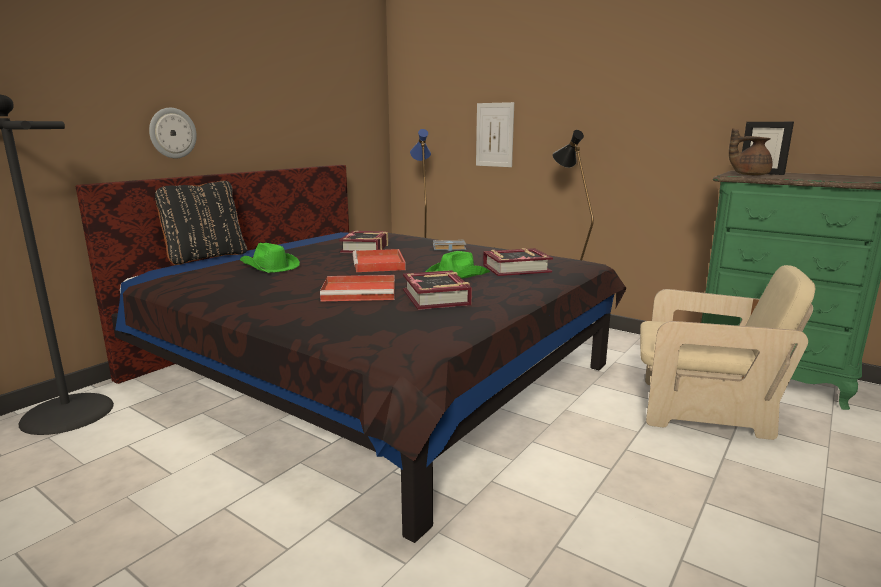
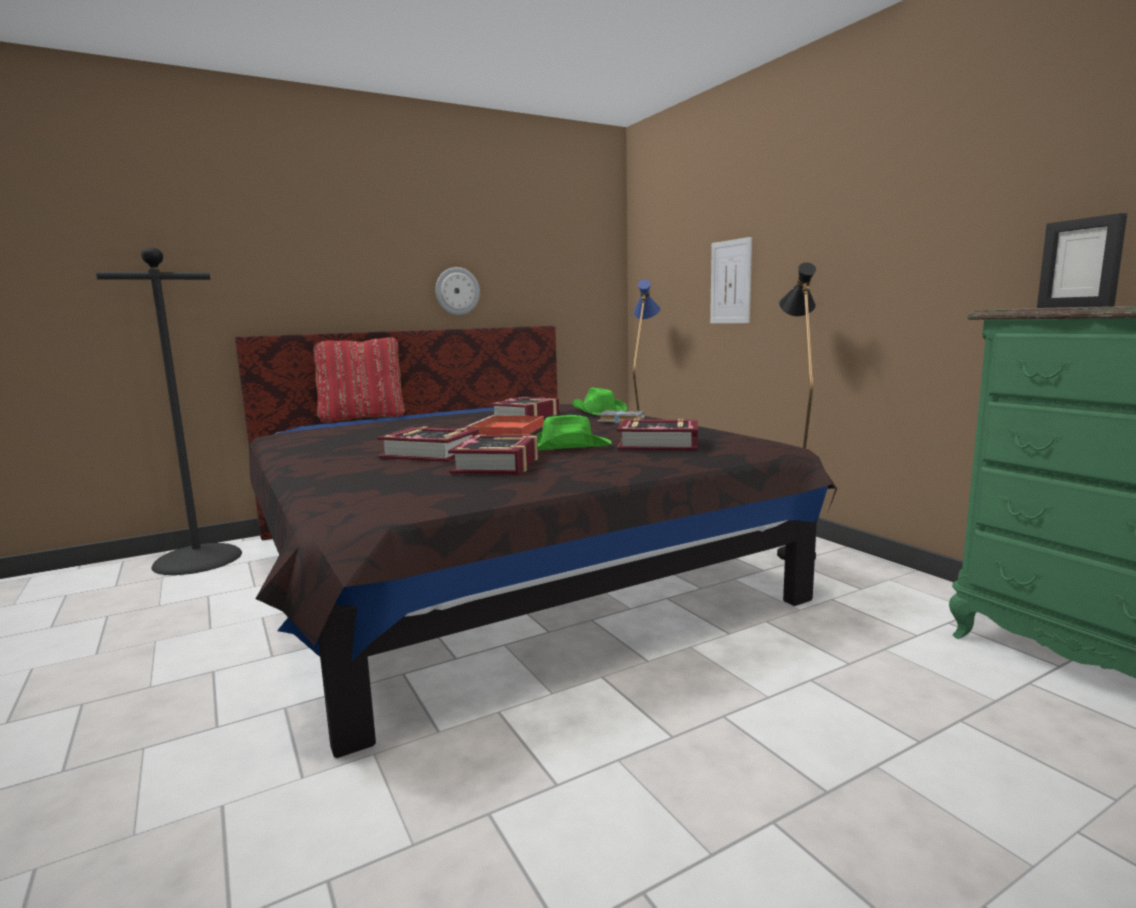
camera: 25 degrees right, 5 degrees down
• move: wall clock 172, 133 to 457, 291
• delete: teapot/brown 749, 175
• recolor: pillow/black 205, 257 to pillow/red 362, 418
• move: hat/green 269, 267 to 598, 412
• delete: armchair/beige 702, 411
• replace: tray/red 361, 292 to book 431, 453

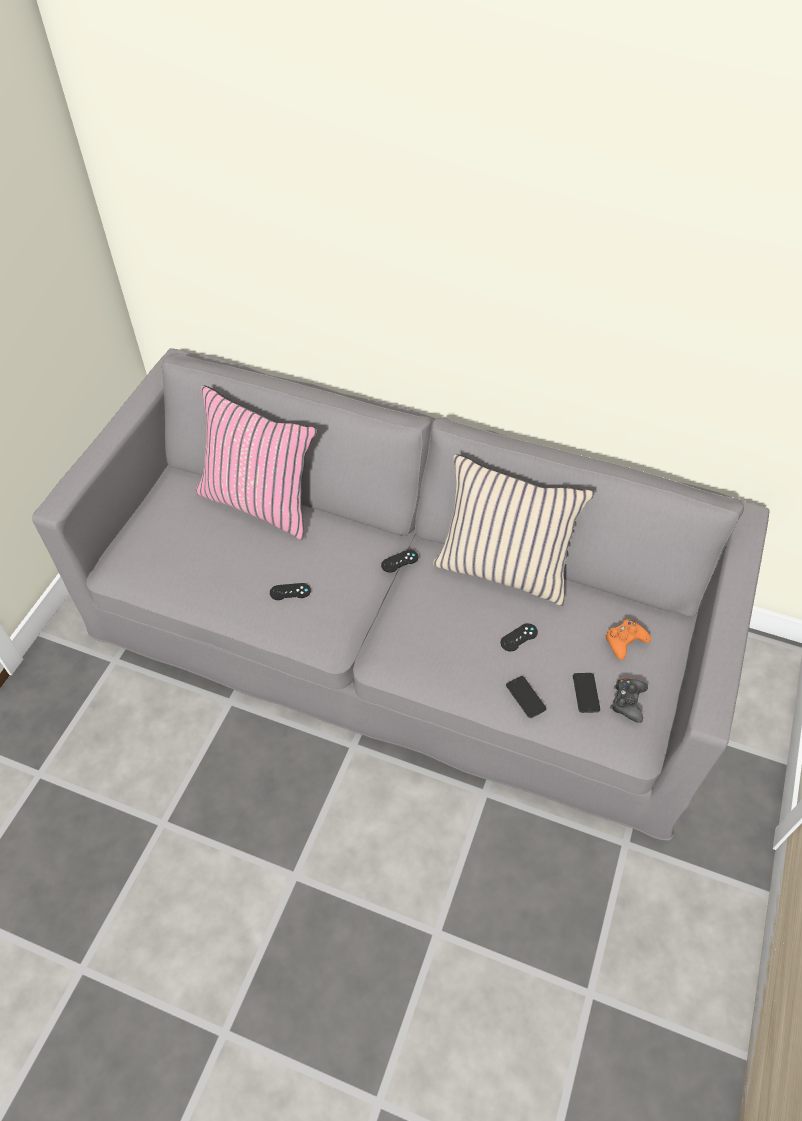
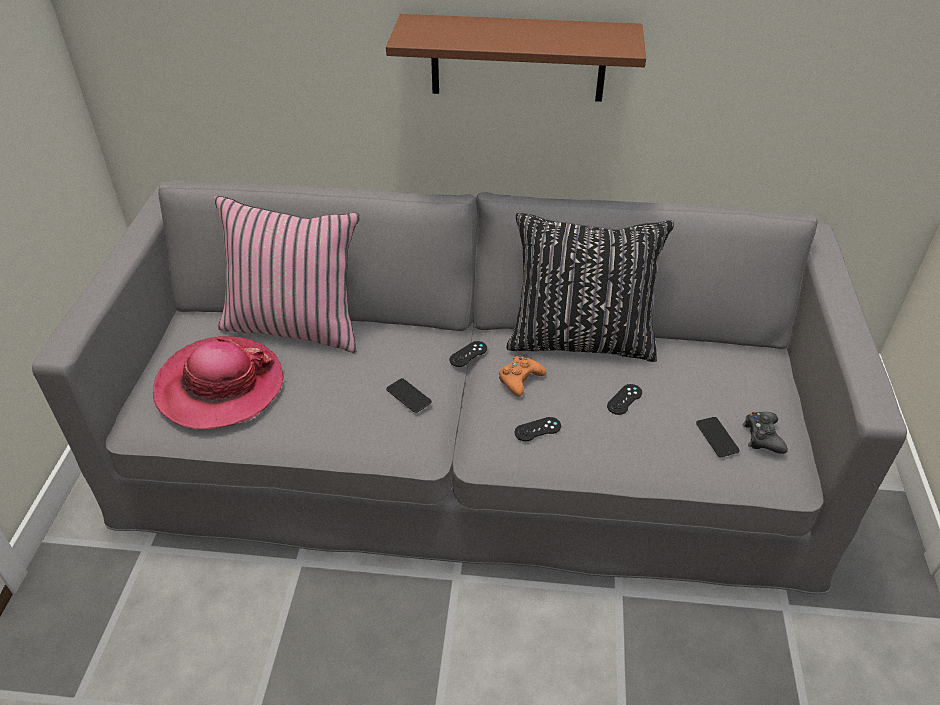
camera: 15 degrees left, 10 degrees down
• recolor: pillow/beige 503, 568 to pillow/black 581, 340
• move: game controller/black 290, 592 to 537, 429
• move: game controller/orange 624, 641 to 520, 379
• move: phone 525, 697 to 408, 396
• insert: shelf/brown 518, 58
• insert: hat 220, 386

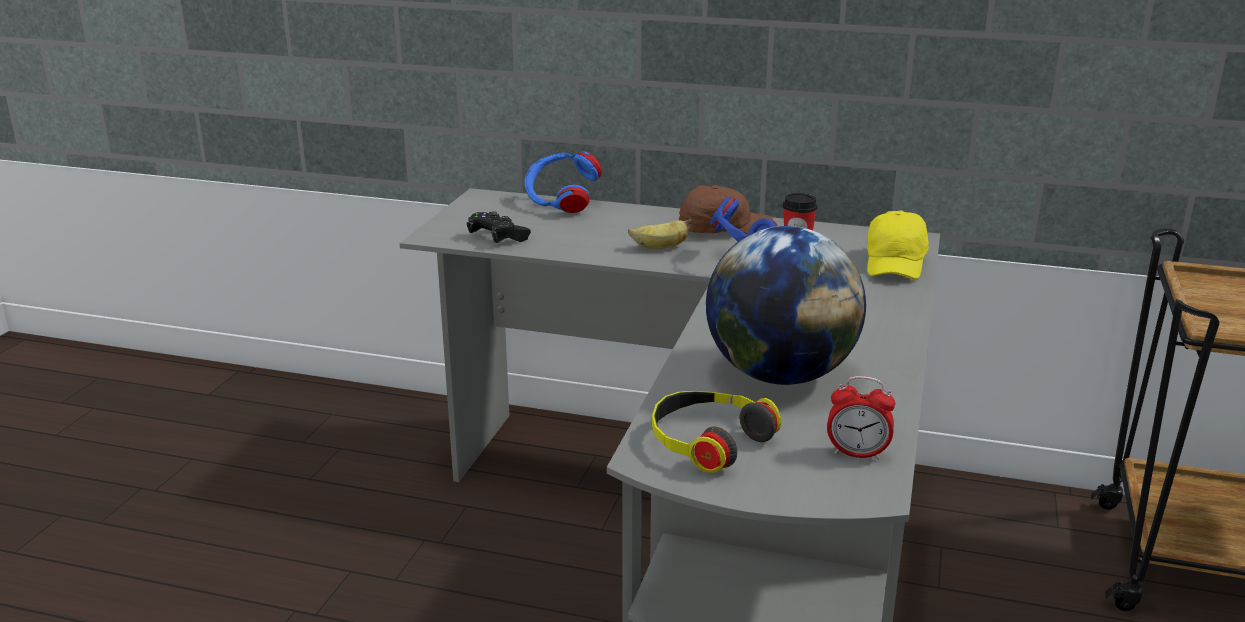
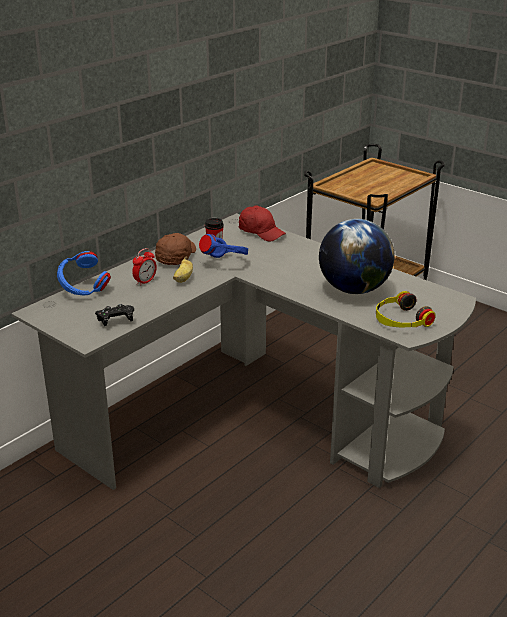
camera: 65 degrees left, 5 degrees up
• recolor: cap/yellow 895, 263 to cap/red 261, 232
• move: alarm clock 857, 453 to 145, 281

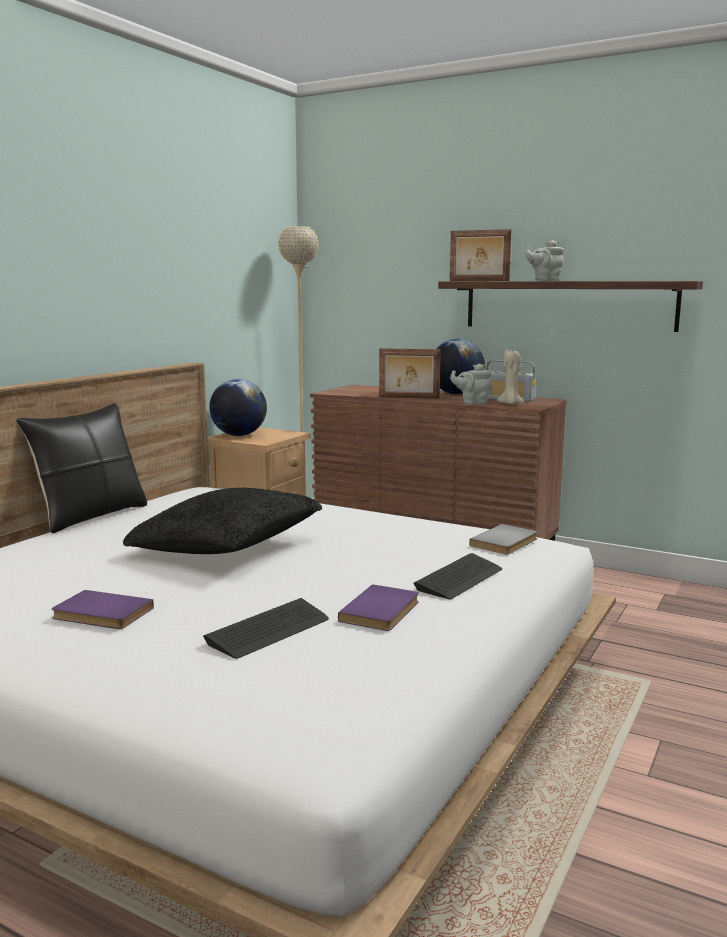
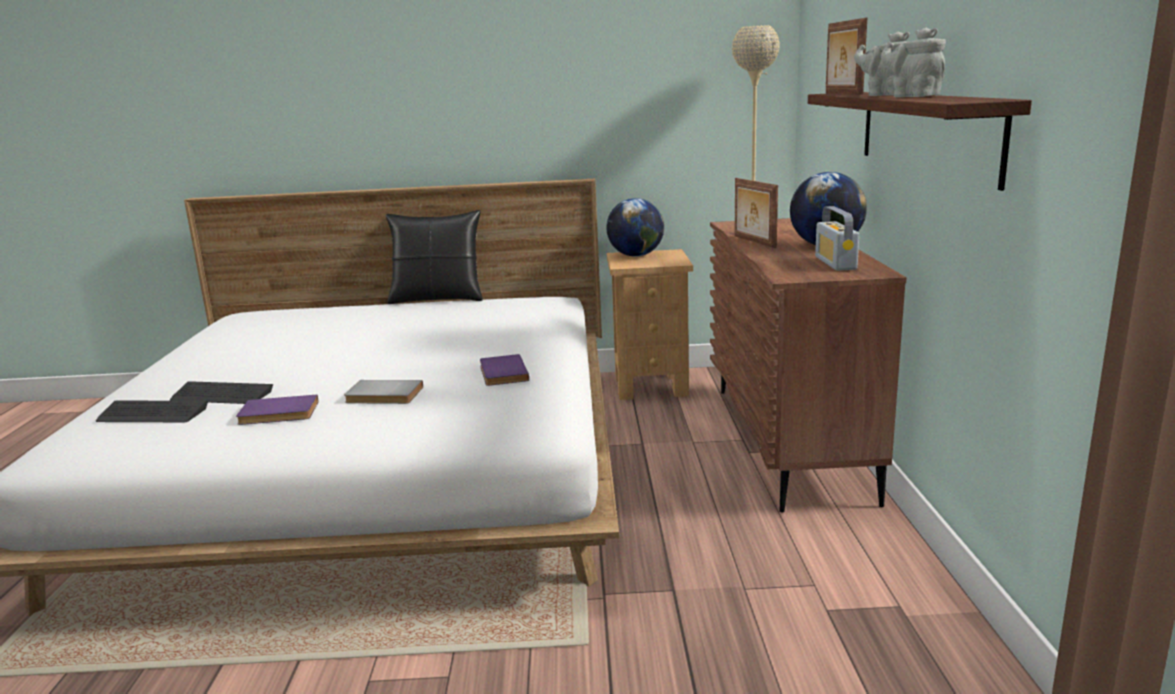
camera: 60 degrees right, 5 degrees up
• delete: candle/beige 510, 403
• move: teapot/grey 472, 403 to 912, 96
• delete: pillow/black 226, 547
• move: book/grey 506, 542 to 383, 396
• move: keyboard 459, 579 to 152, 414
• move: book/purple 101, 614 to 501, 373

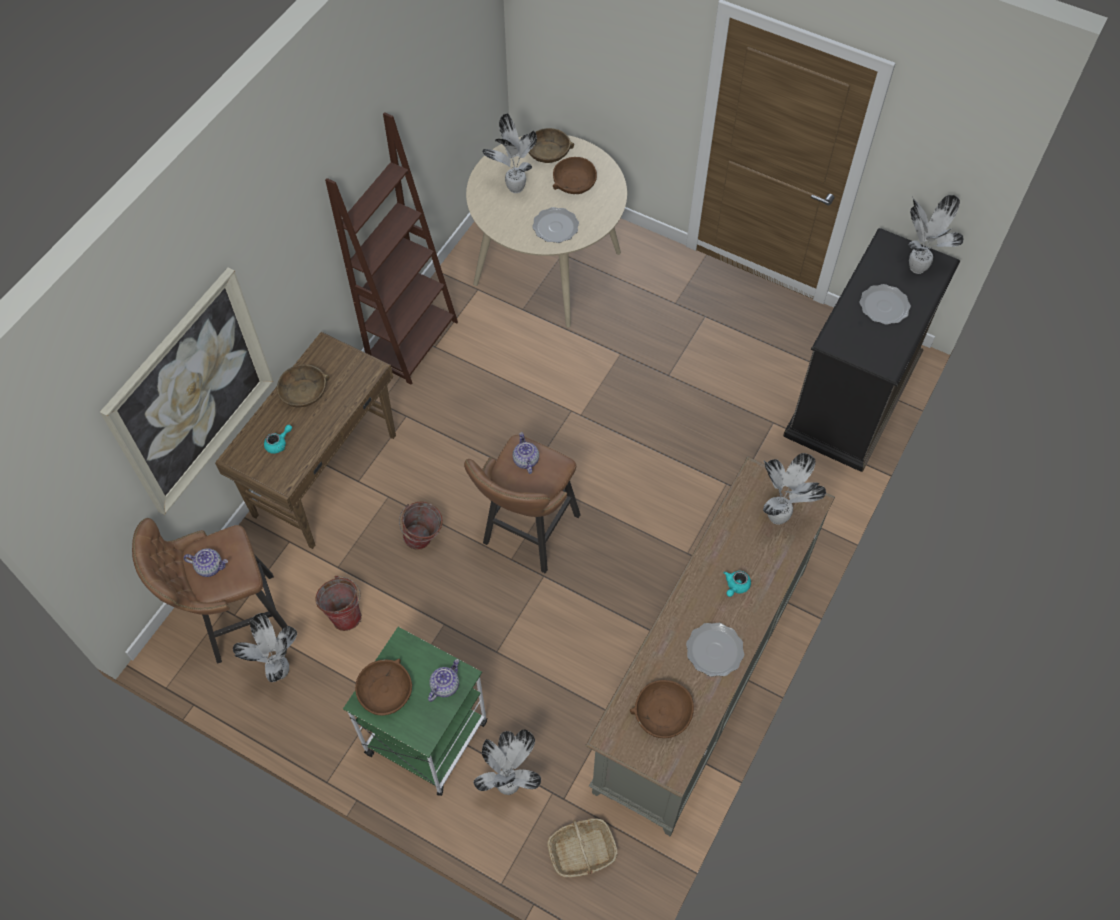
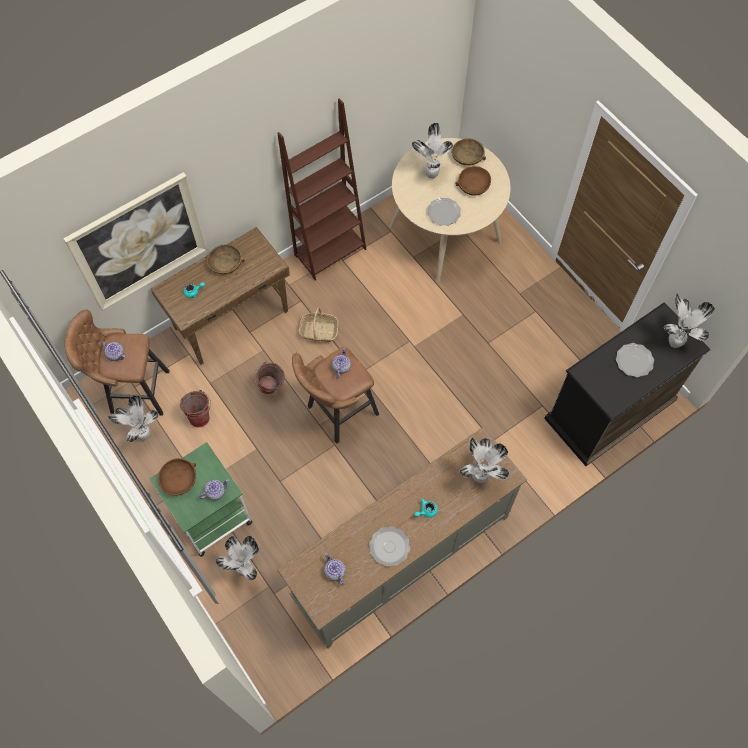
camera: 25 degrees right, 5 degrees up
• replace: bowl/brown 662, 713 to teapot 334, 572
• move: basket 581, 852 to 319, 331

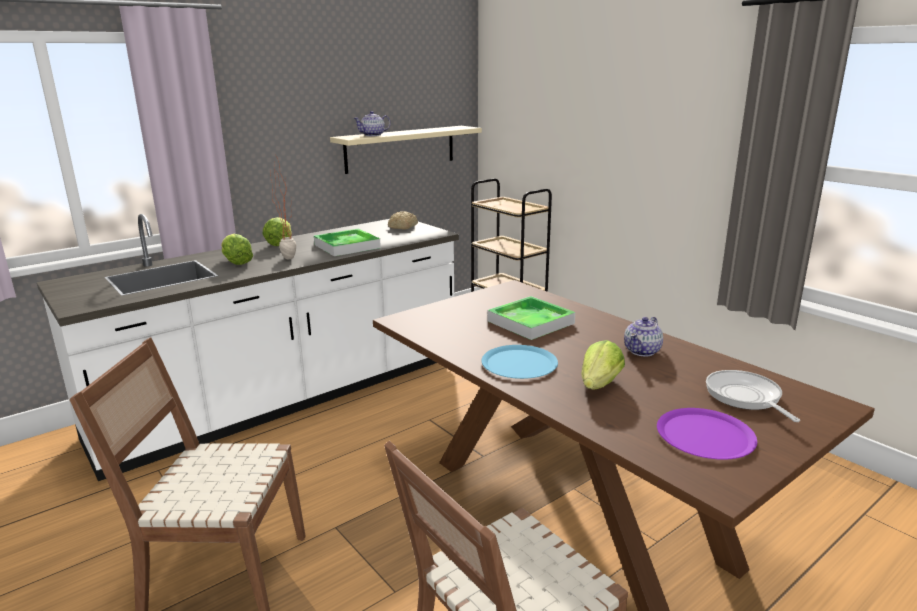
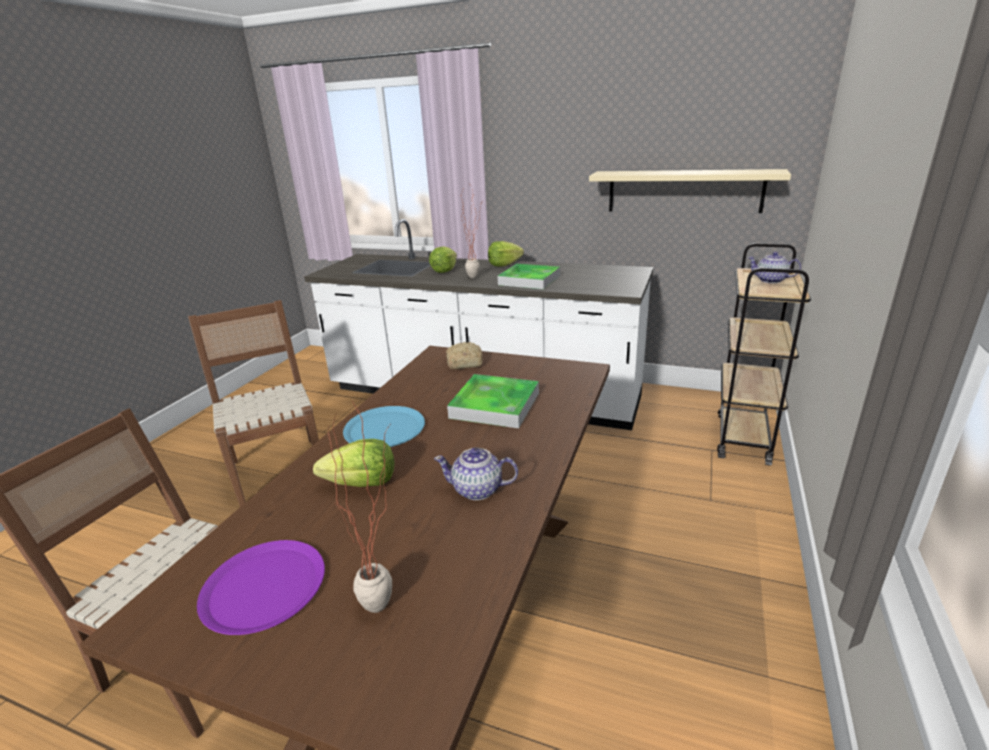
camera: 60 degrees right, 5 degrees up
• move: teapot 373, 135 to 771, 280
• move: bread 402, 227 to 463, 363
• replace: frying pan 745, 397 to potted plant 389, 604

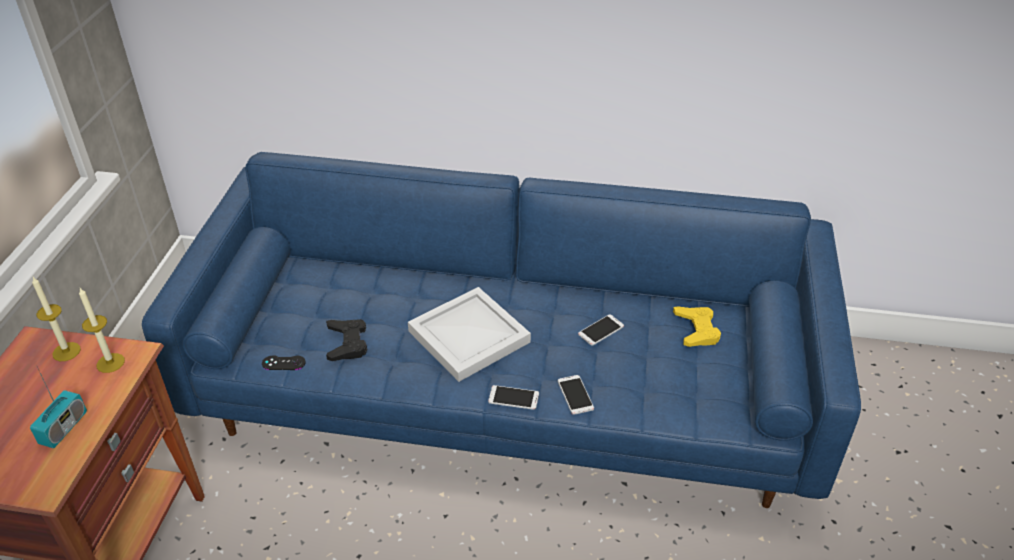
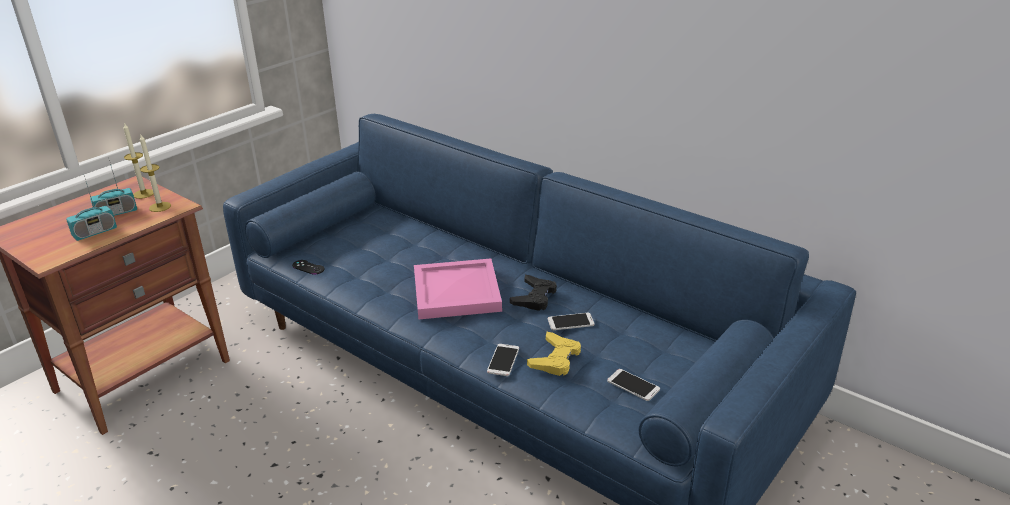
camera: 30 degrees right, 10 degrees down
• recolor: tray/white 469, 335 to tray/pink 457, 291
• move: game controller/yellow 696, 330 to 555, 359
• move: game controller/black 347, 343 to 534, 297
• move: phone 513, 398 to 633, 385
• insert: radio 116, 213

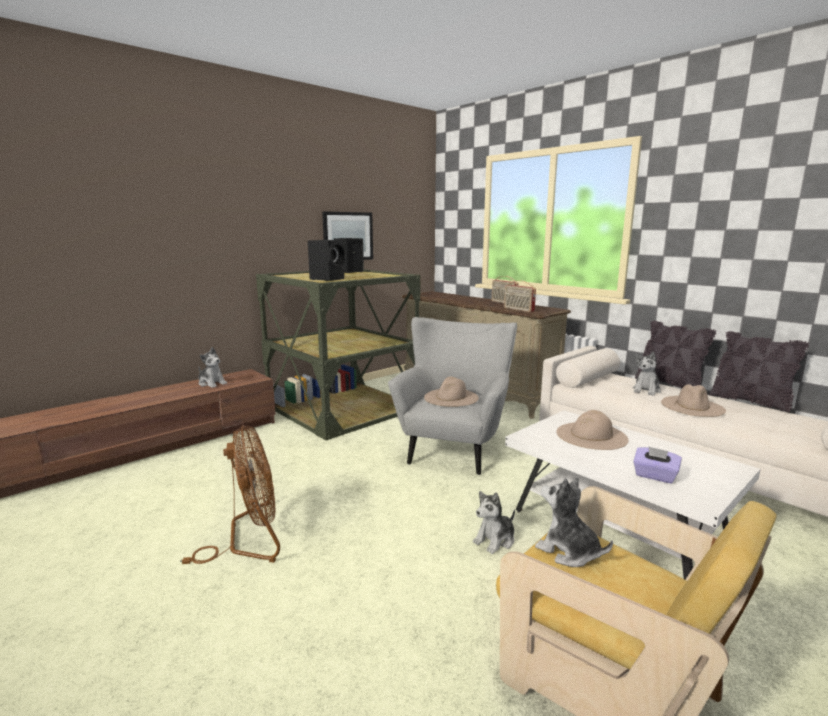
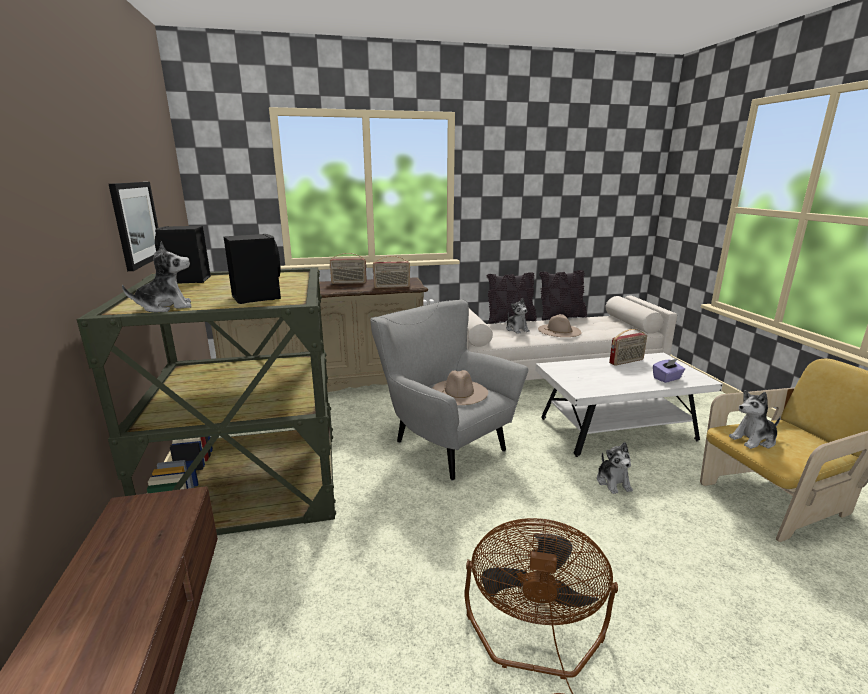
camera: 60 degrees left, 5 degrees up
• move: plush toy 212, 383 to 166, 307
• delete: hat/beige 591, 435
• insert: radio 626, 361

